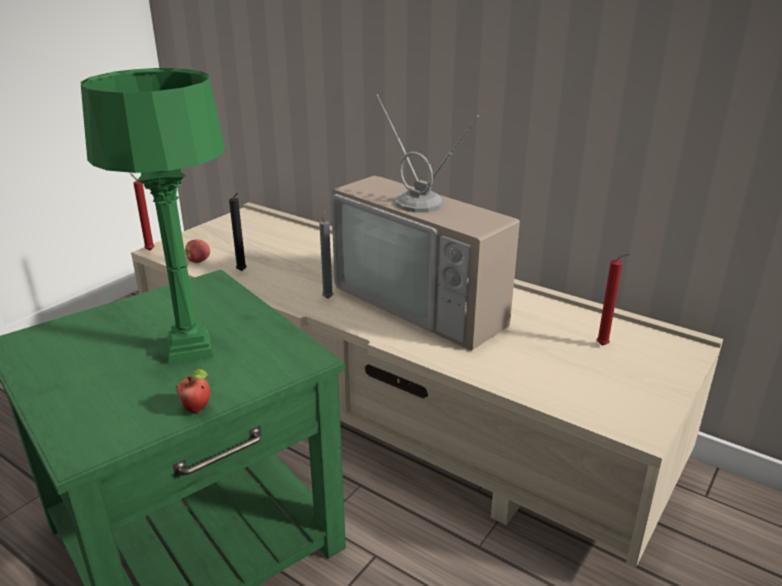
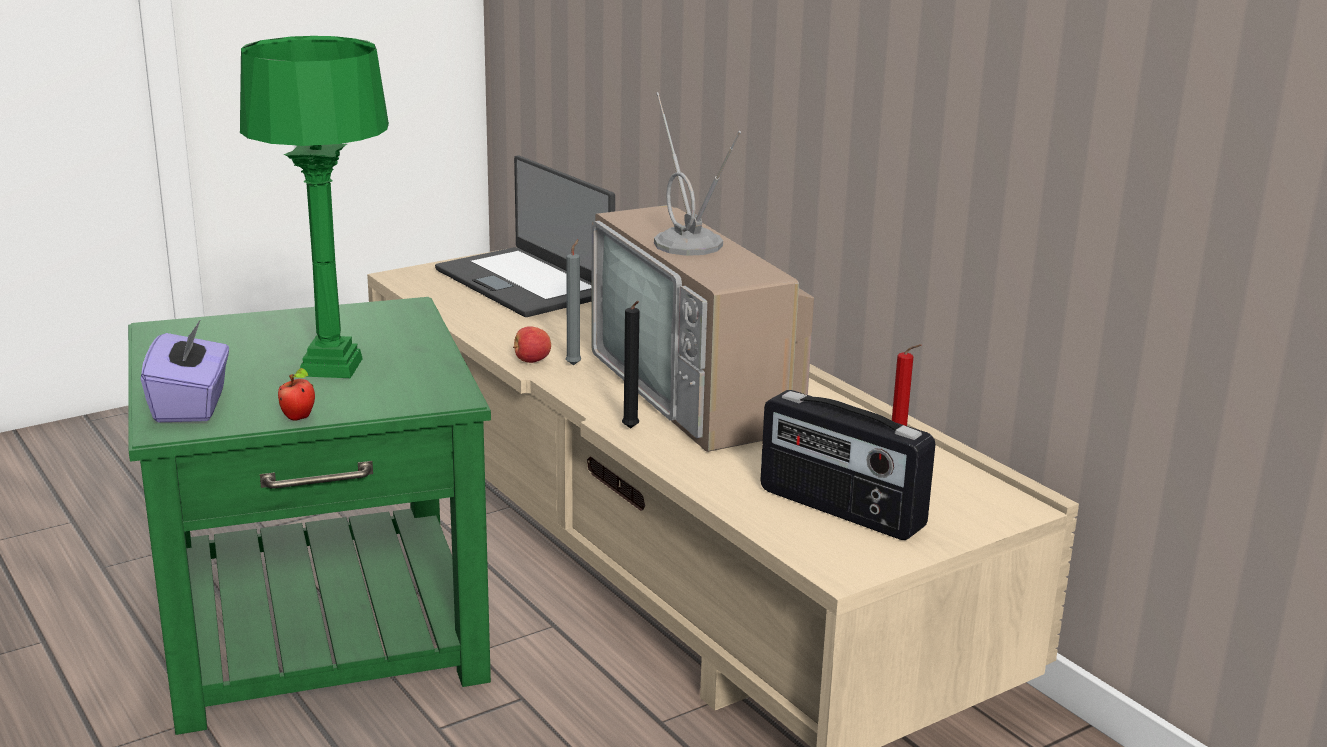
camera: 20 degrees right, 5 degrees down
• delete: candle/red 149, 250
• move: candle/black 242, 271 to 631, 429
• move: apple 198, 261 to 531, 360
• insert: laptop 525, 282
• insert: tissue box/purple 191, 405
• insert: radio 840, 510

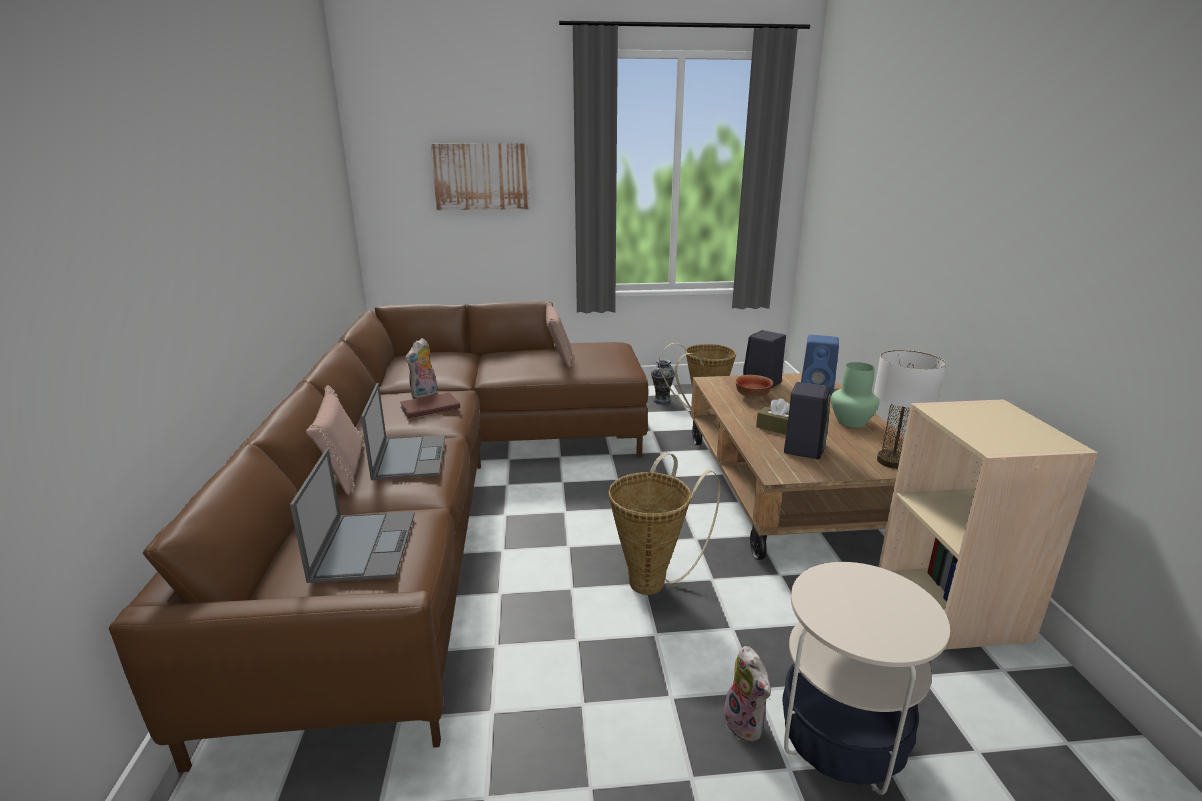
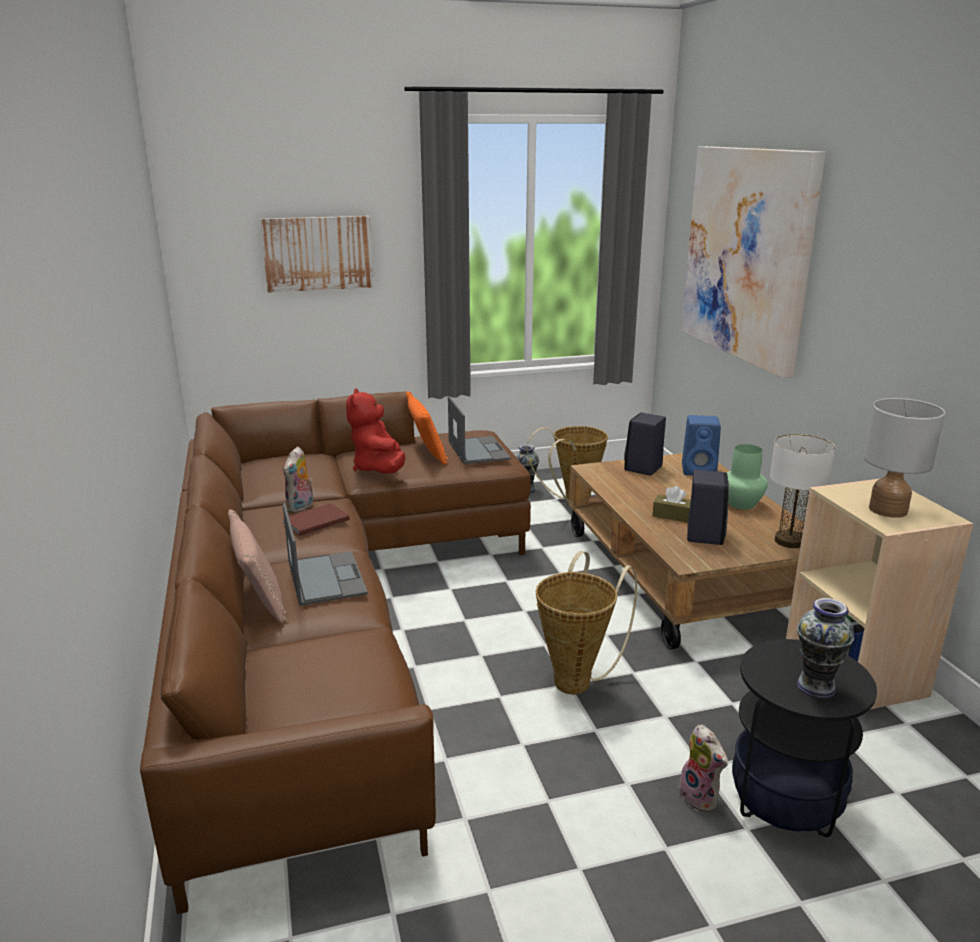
camera: 10 degrees left, 0 degrees up
• recolor: pillow/beige 559, 355 to pillow/orange 426, 451
• delete: bowl 753, 397
• move: laptop 364, 545 to 478, 450
• recolor: side table/beige 840, 742 to side table/black 784, 801
• insert: picture 748, 254
• insert: plush toy/red 379, 469
• insert: table lamp/grey 887, 510
• insert: vase 816, 687

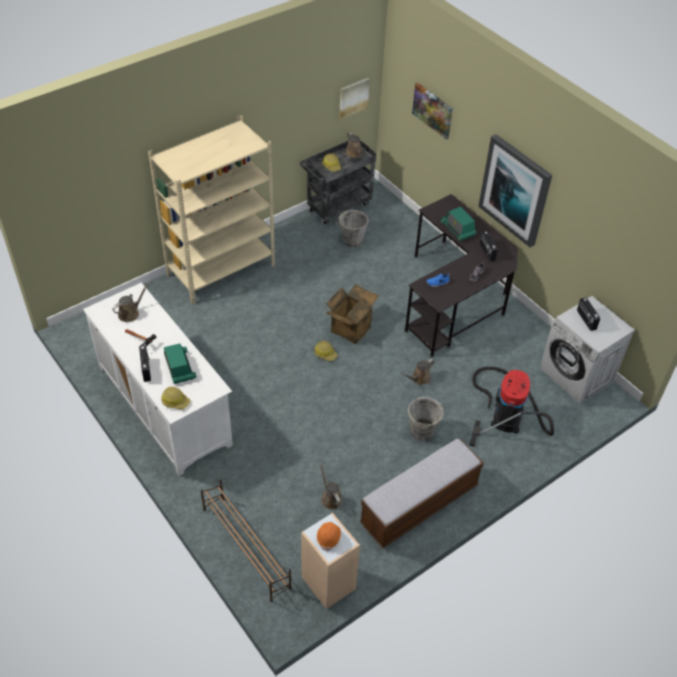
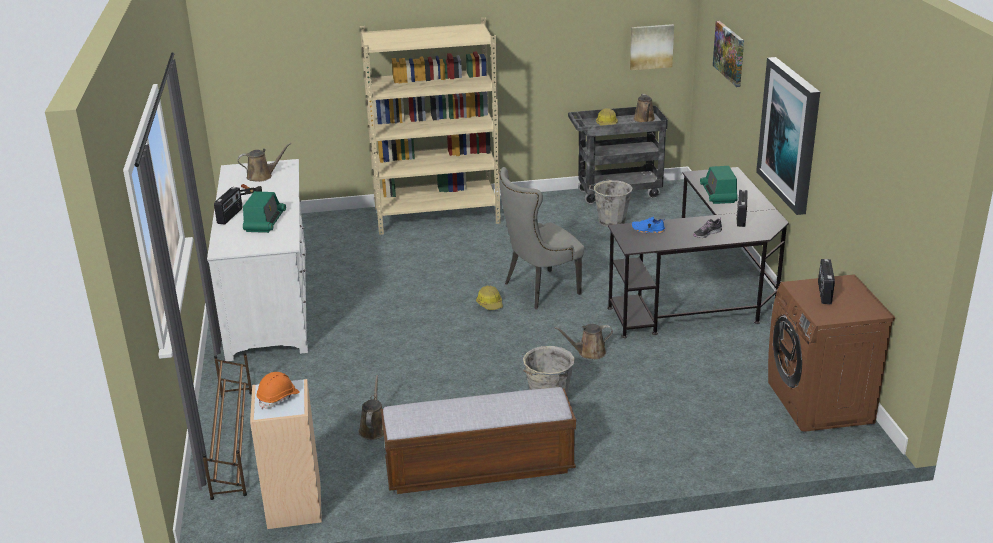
camera: 30 degrees right, 20 degrees down
• replace: cardboard box 349, 328 to chair/grey 540, 290
• recolor: washing machine/white 576, 376 to washing machine/brown 819, 404
• delete: vacuum cleaner 506, 414
• delete: hard hat 175, 401

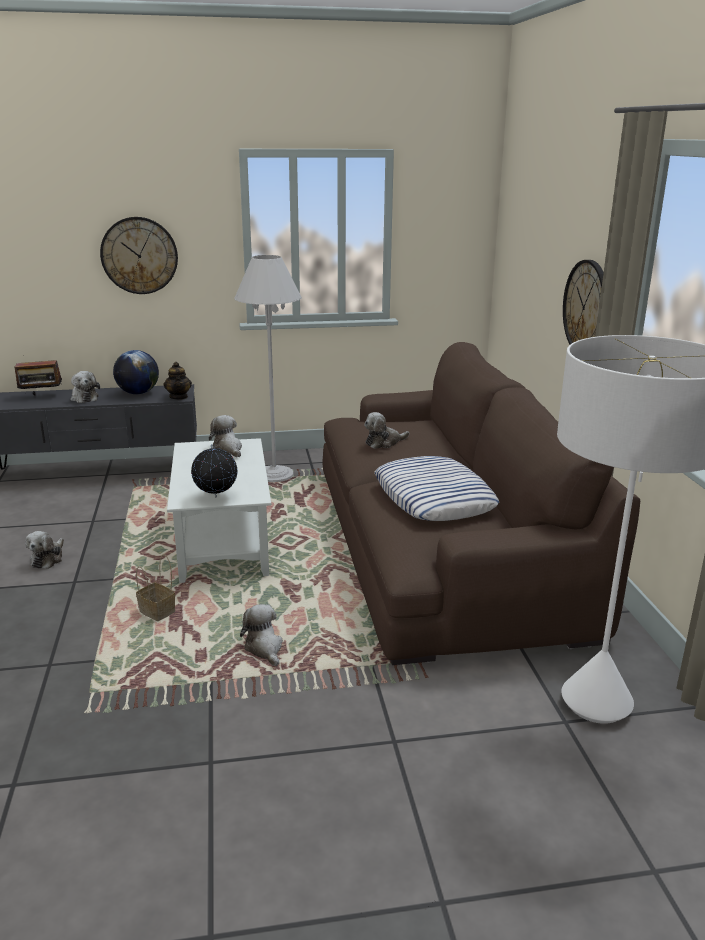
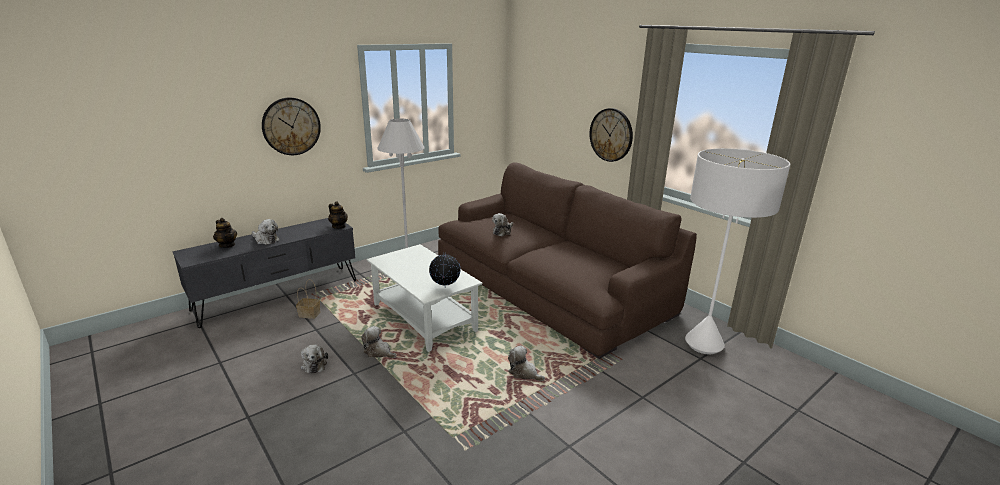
camera: 30 degrees left, 0 degrees up
• delete: globe 138, 393
• replace: radio 41, 396 to teapot 227, 245
• move: plush toy 228, 449 to 378, 352
• delete: pillow 434, 498
• move: basket 158, 612 to 310, 314

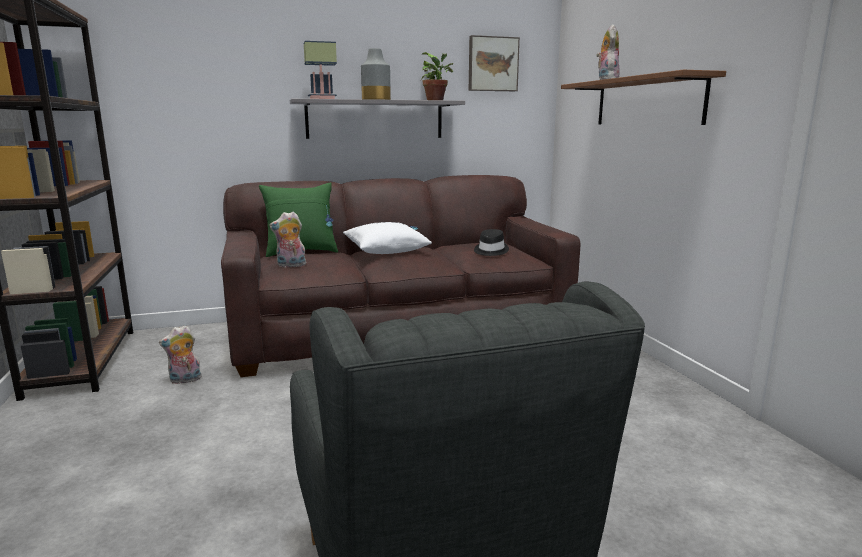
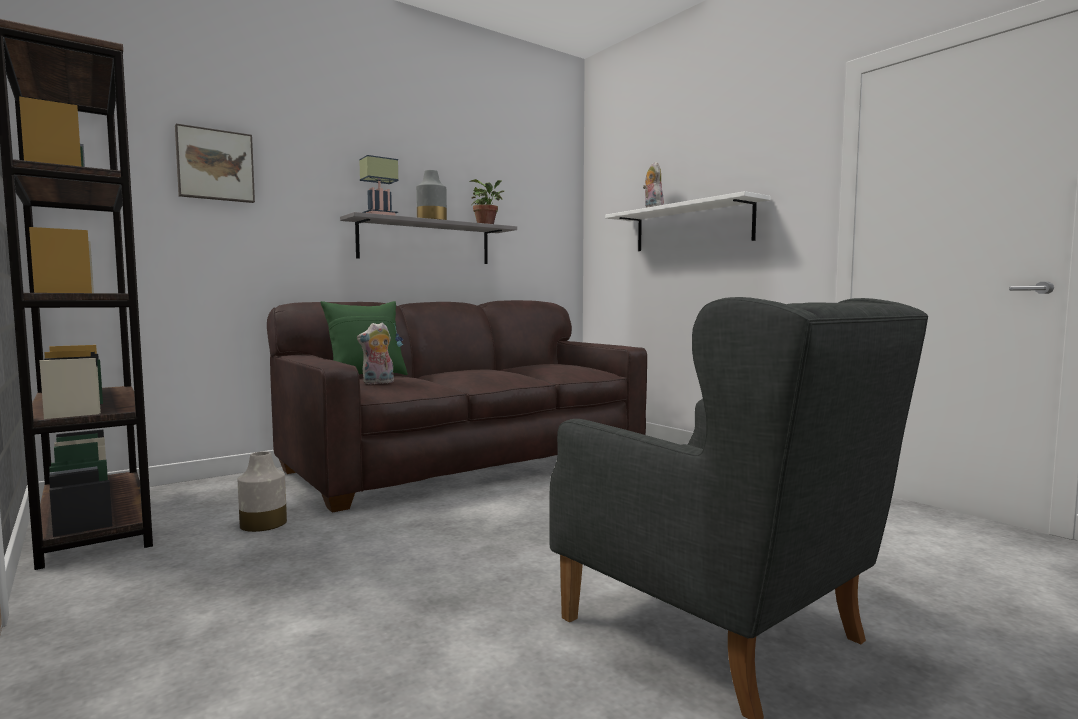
camera: 20 degrees left, 10 degrees down
• move: picture 492, 64 to 215, 165
• recolor: shelf/brown 647, 102 to shelf/white 692, 227
• delete: pillow/white 386, 251
• delete: hat/black 490, 251
• replace: plush toy 185, 380 to vase/beige 263, 523

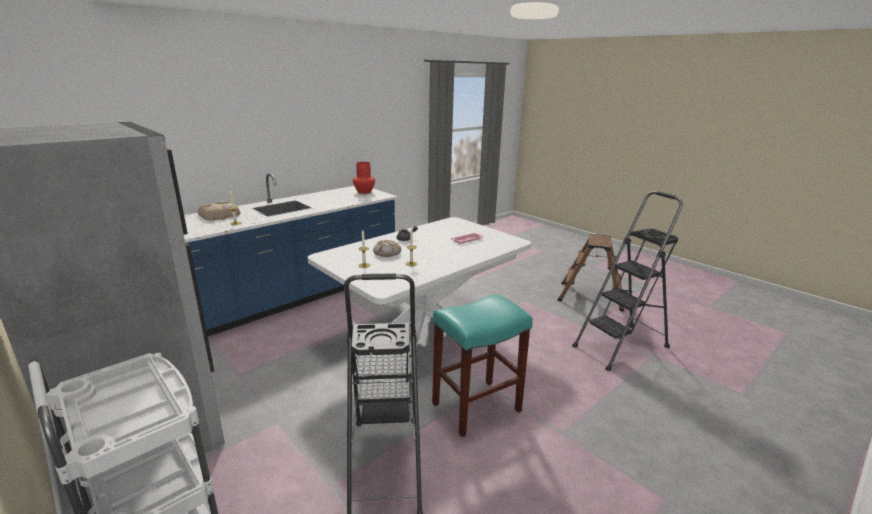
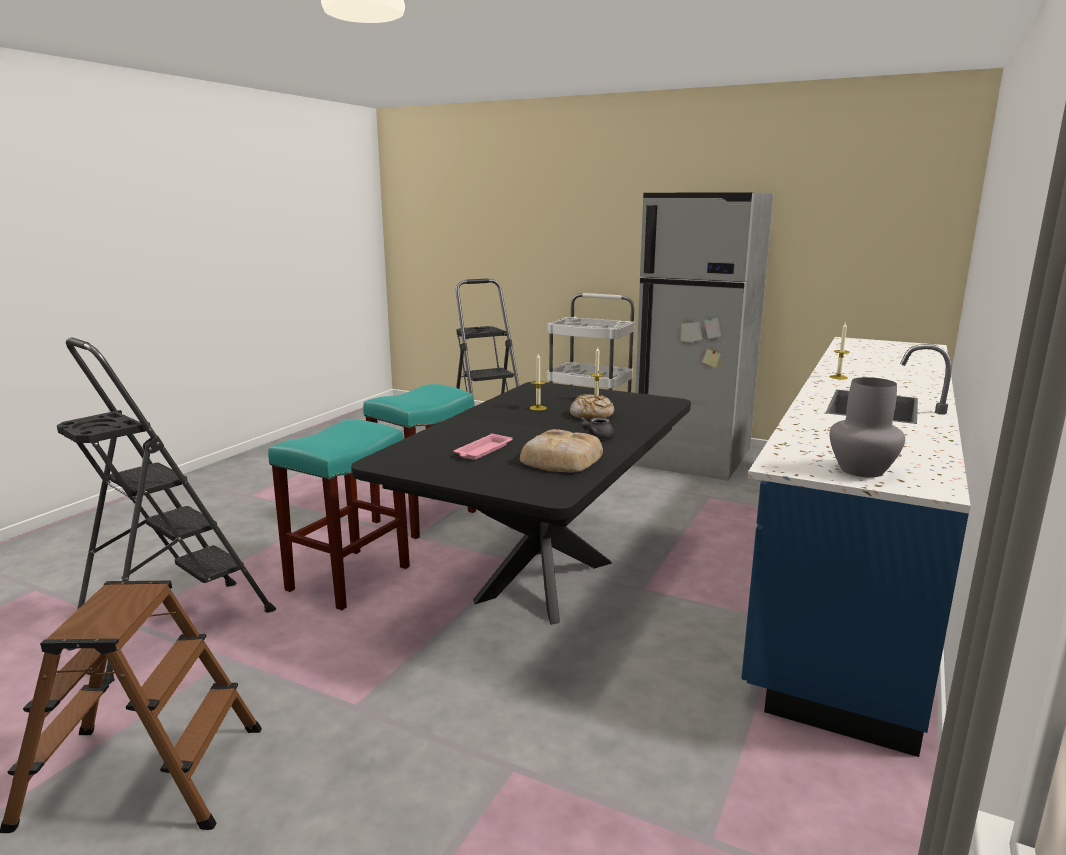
camera: 160 degrees right, 5 degrees down
• recolor: vase/red 364, 192 to vase/grey 863, 470
• move: bread 220, 215 to 560, 459
• recolor: dining table/white 423, 332 to dining table/black 544, 580
• insert: stool/turquoise 349, 577

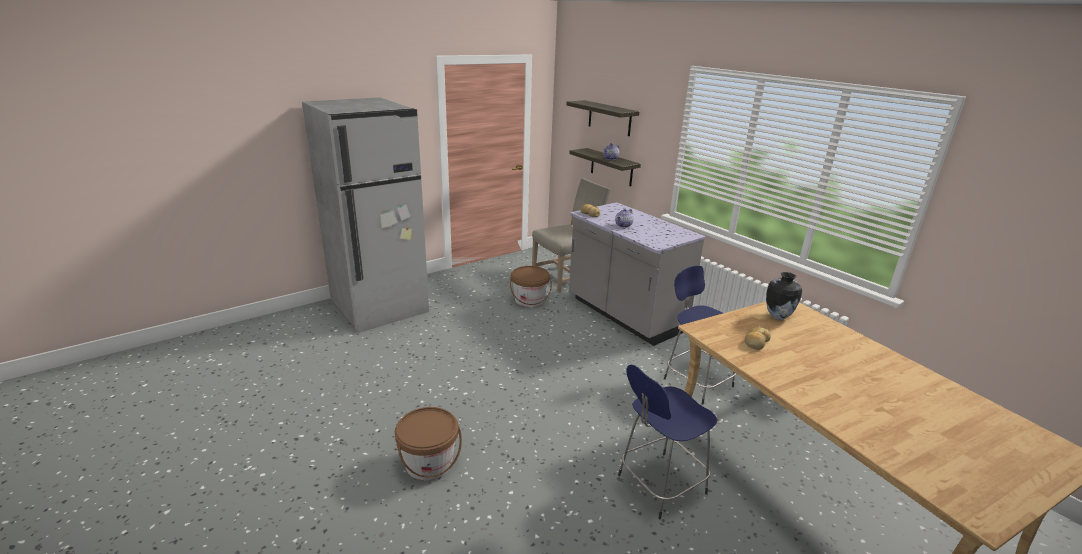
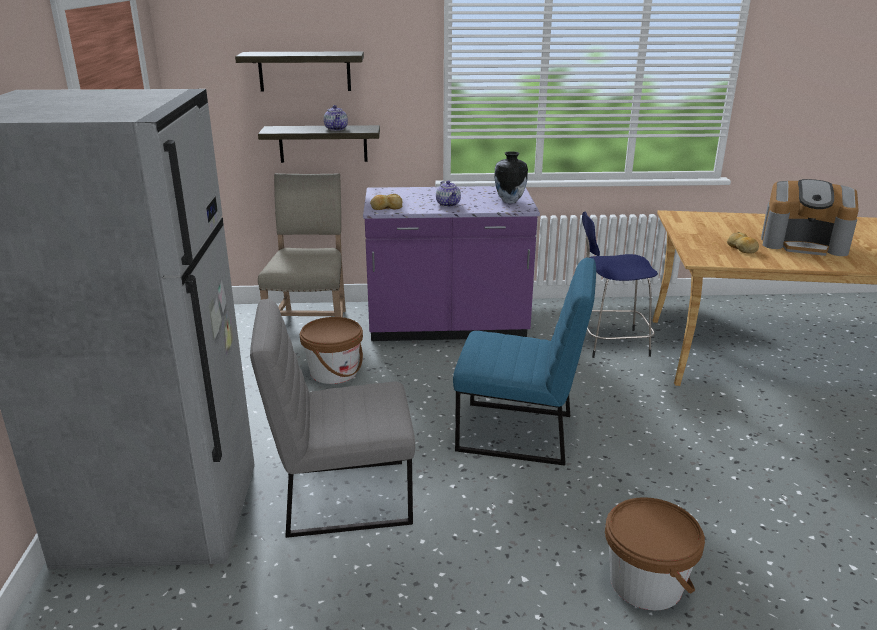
camera: 55 degrees left, 0 degrees up
• recolor: counter/grey 624, 315 to counter/purple 447, 328
• move: vase 777, 316 to 509, 201
• delete: stool/blue 659, 485
• insert: coffee machine 804, 244
• insert: chair/blue 519, 433
• insert: chair/grey 342, 496

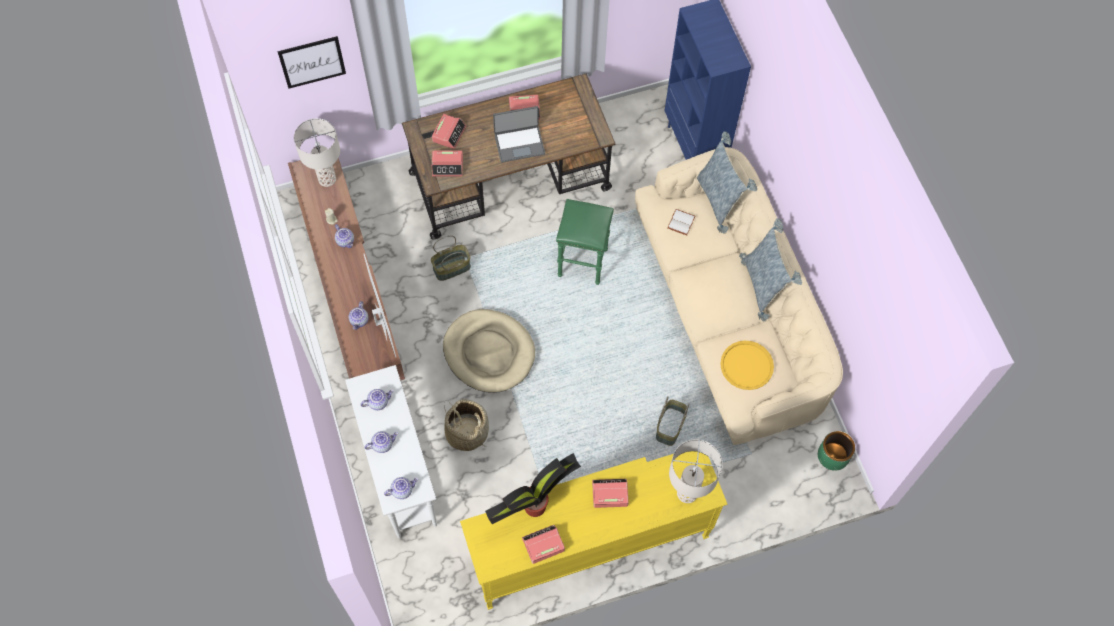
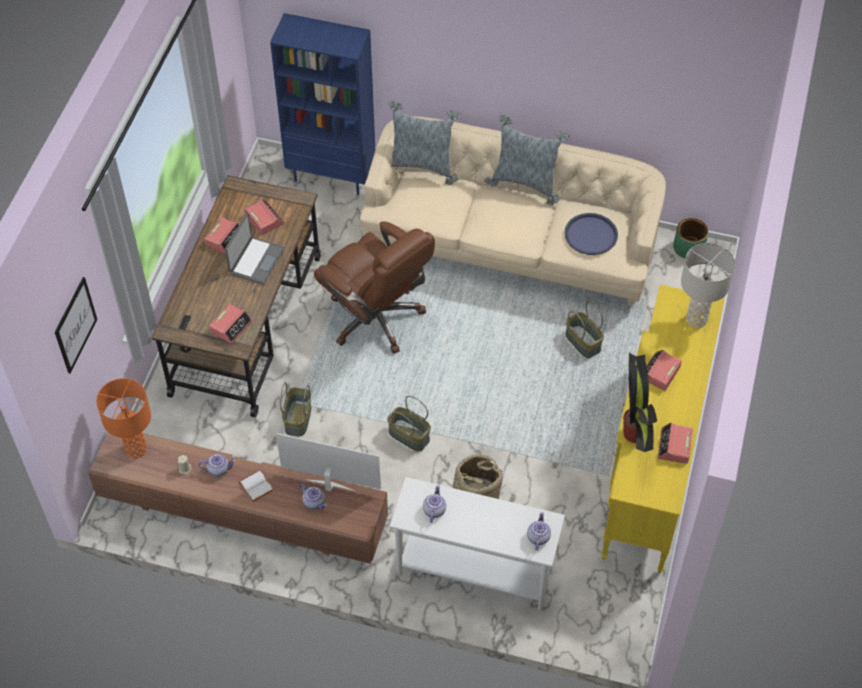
camera: 55 degrees left, 10 degrees down
• move: alarm clock 449, 133 to 264, 219
• recolor: table lamp/white 327, 179 to table lamp/orange 136, 449
• replace: stool/green 581, 263 to office chair/brown 376, 317
• move: book/white 680, 222 to 255, 486
• replace: dog bed/beige 489, 352 to basket 408, 436
• recolor: tray/yellow 746, 366 to tray/blue 591, 235
• delete: teapot 382, 444

